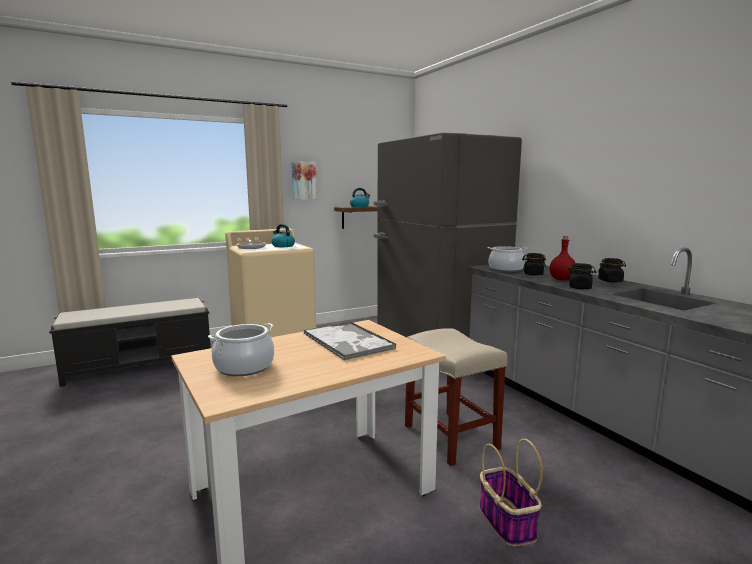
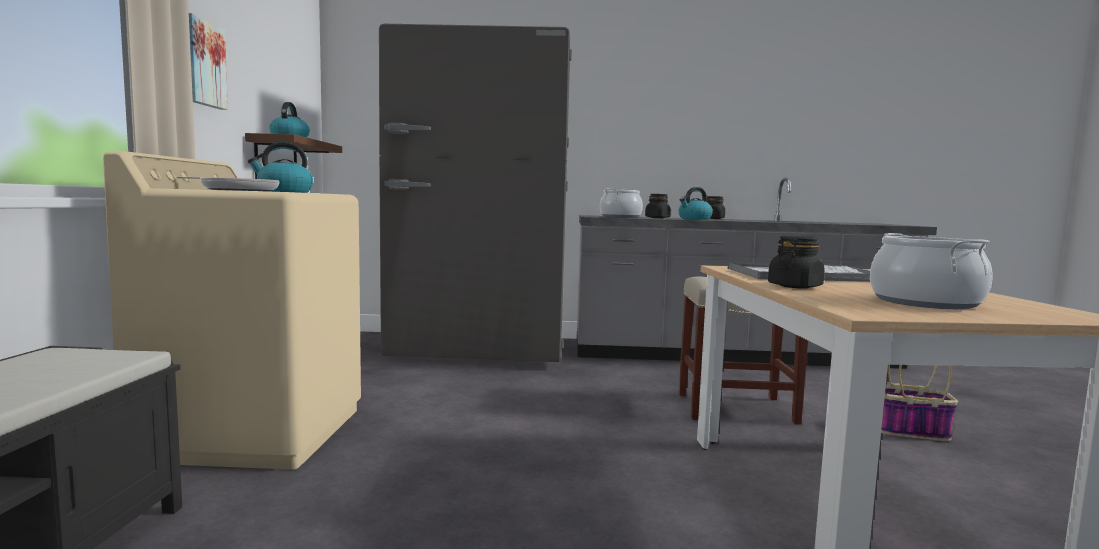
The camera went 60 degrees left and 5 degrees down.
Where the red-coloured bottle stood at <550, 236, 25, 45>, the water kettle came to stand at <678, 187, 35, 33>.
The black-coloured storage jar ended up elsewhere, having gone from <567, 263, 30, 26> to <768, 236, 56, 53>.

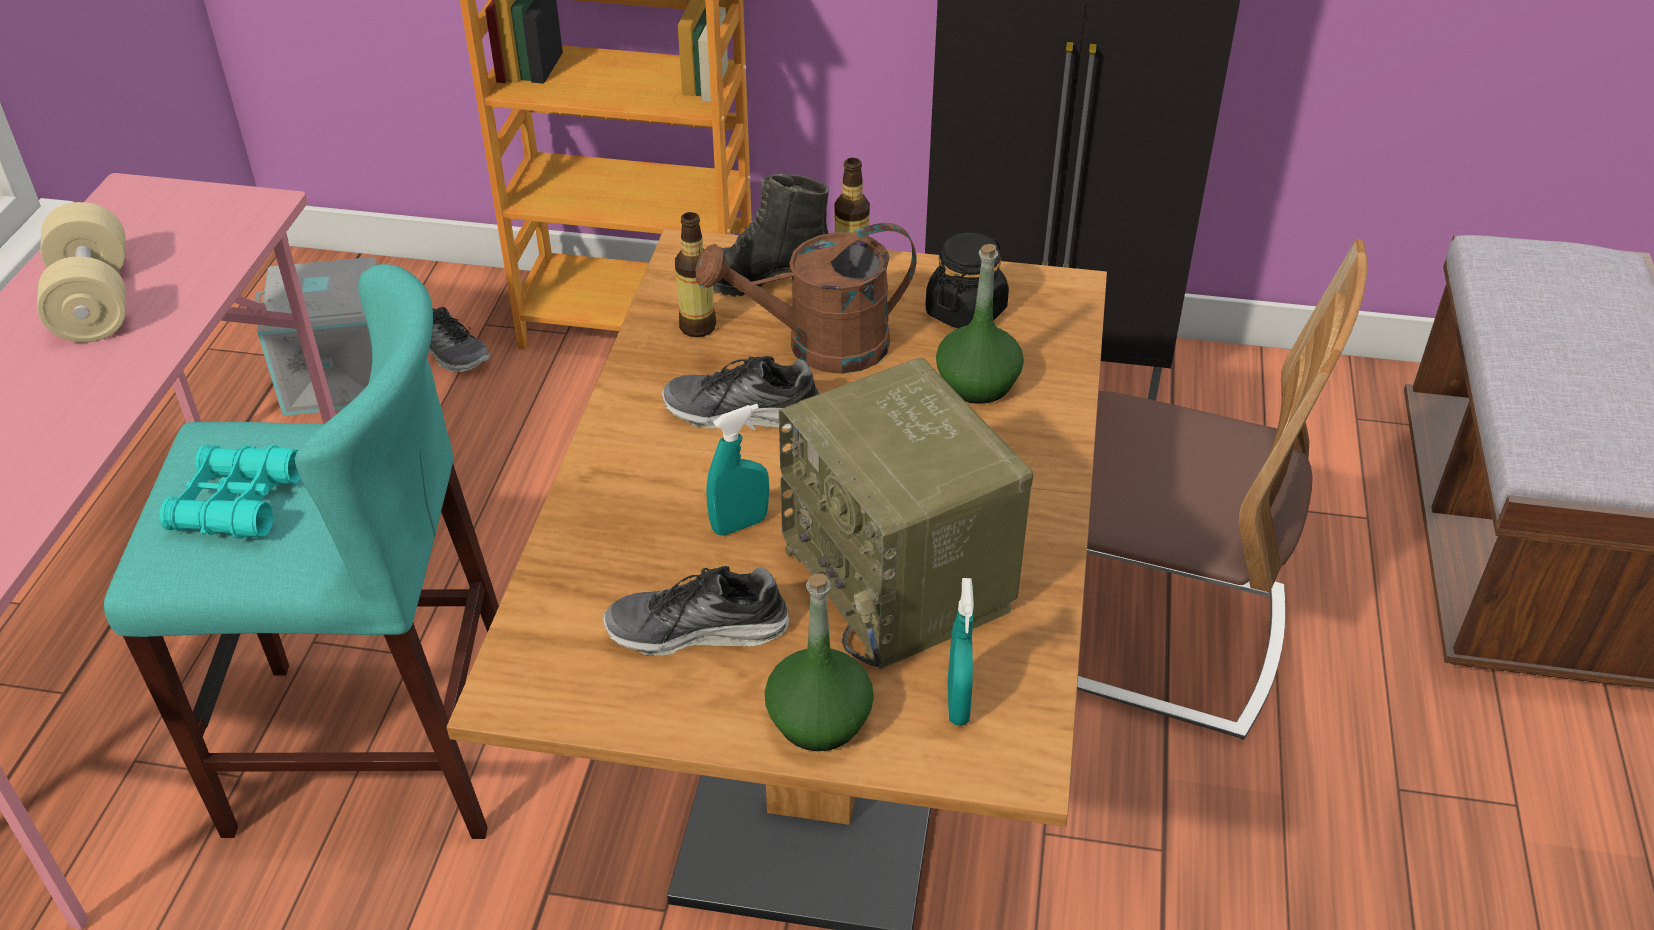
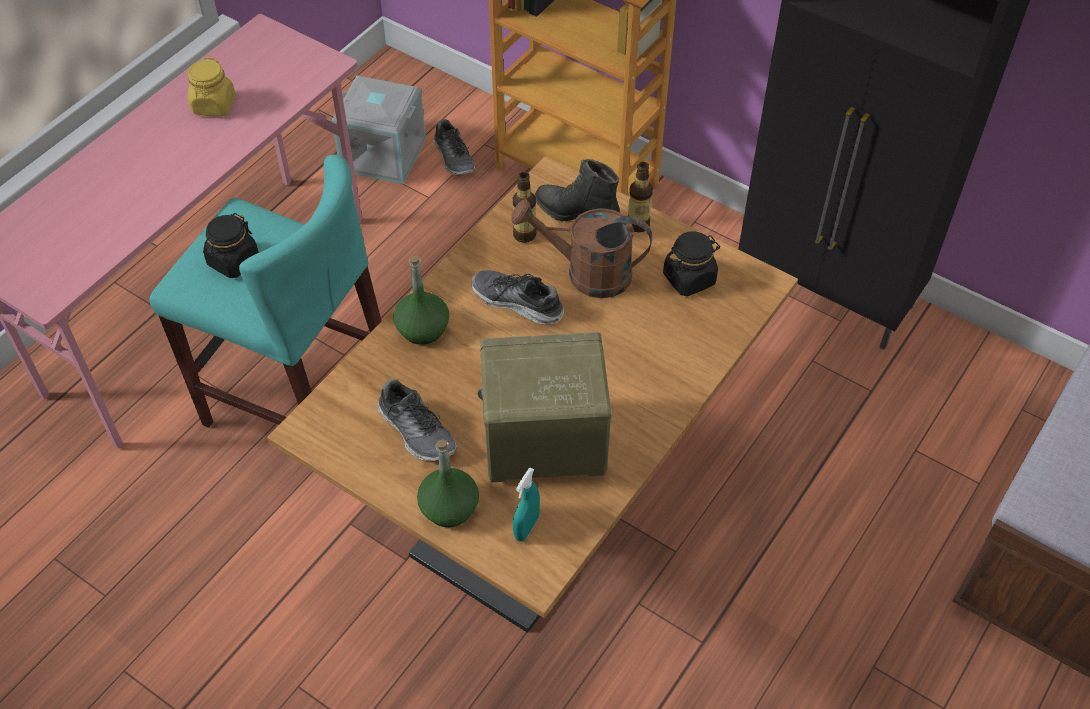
The camera went 25 degrees right and 10 degrees up.
Where the sand-coloured hand weight stood at <37, 202, 89, 141>, the yellowish storage jar came to stand at <188, 57, 47, 60>.
The second view lost the upright chair at <1077, 239, 290, 501>.
The greenish bottle ended up elsewhere, having gone from <936, 244, 88, 160> to <393, 256, 56, 89>.
The radio at <779, 358, 254, 312> ended up facing another way, 90 degrees clockwise from before.
The second view lost the blue-green spray bottle at <707, 404, 62, 132>.
Where the blue-green binoculars stood at <160, 445, 141, 94>, the black-coloured storage jar came to stand at <203, 213, 56, 65>.
The shoe at <603, 566, 186, 90> ended up facing another way, 150 degrees counterclockwise from before.

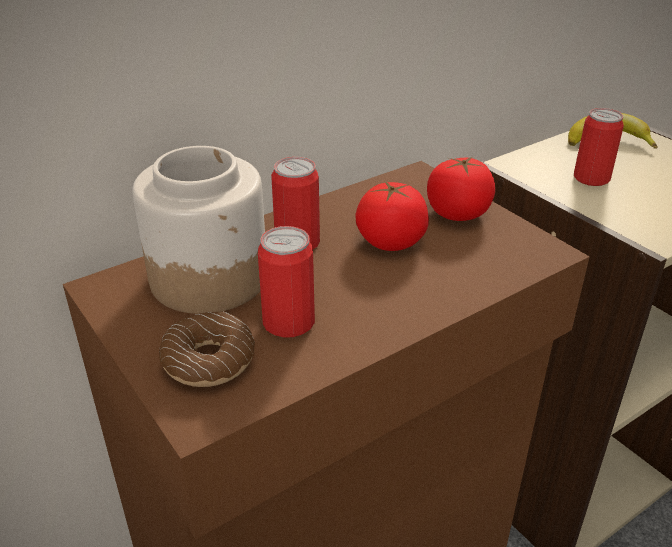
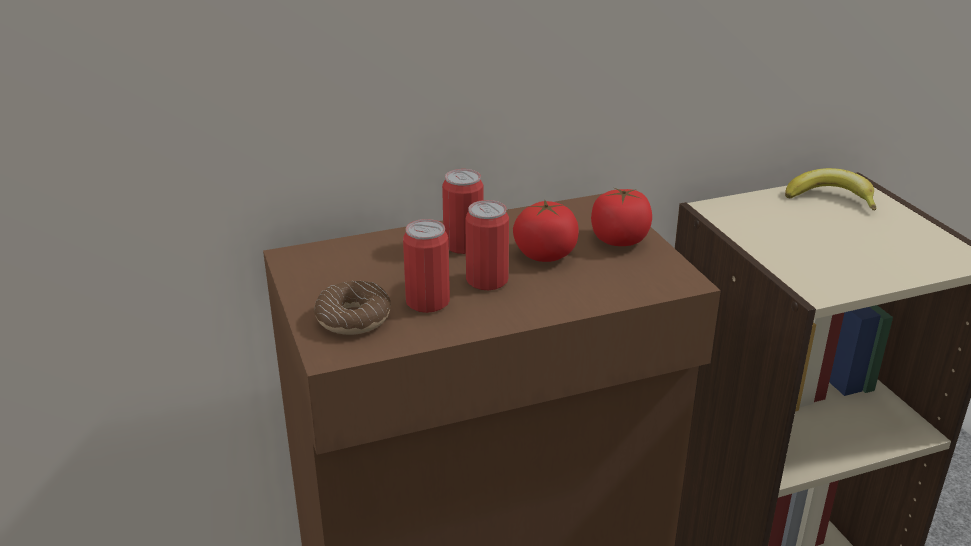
The camera went 15 degrees right and 5 degrees down.
The can ended up elsewhere, having gone from <574, 108, 50, 78> to <465, 200, 44, 90>.
The second view lost the storage jar at <132, 146, 133, 168>.

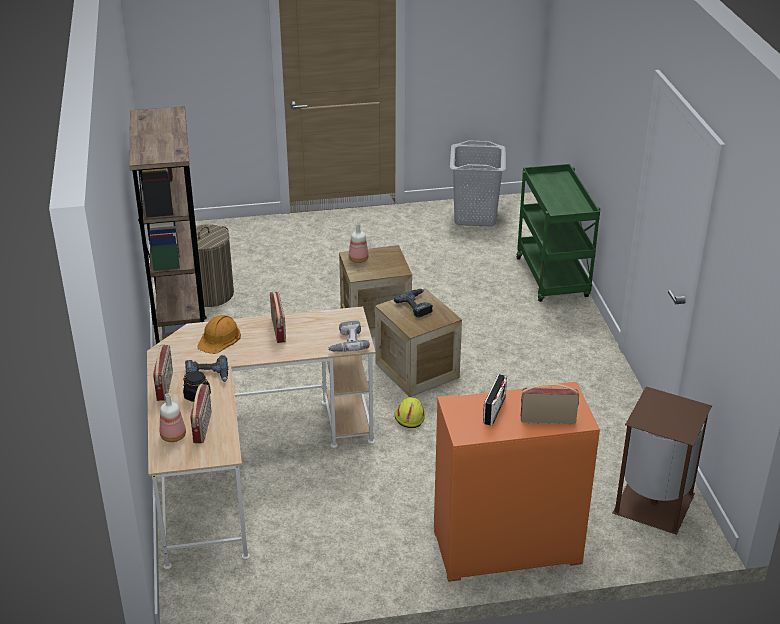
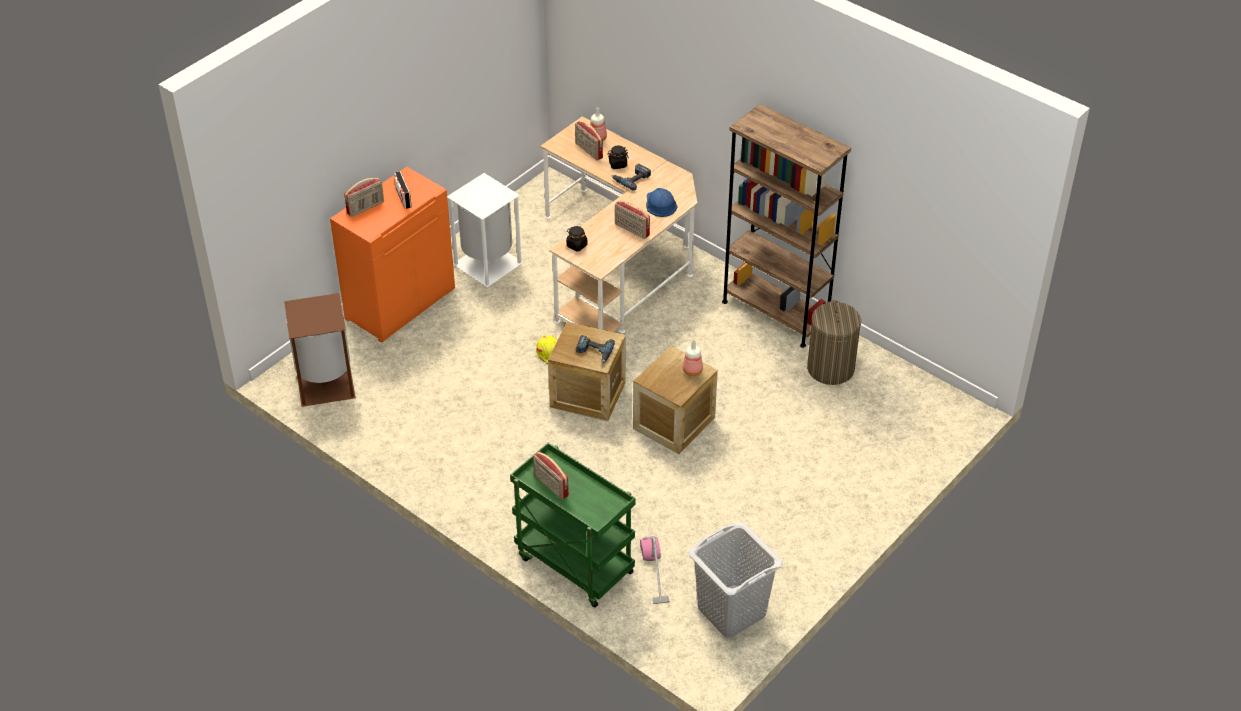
The camera went 140 degrees right and 10 degrees up.
What was the orange work helmet at <197, 315, 44, 39> turned into the bluish work helmet at <646, 188, 32, 29>.
Where the power drill stood at <328, 320, 42, 32>, the black-coloured storage jar came to stand at <566, 226, 22, 25>.
The radio ended up elsewhere, having gone from <153, 345, 20, 56> to <533, 452, 36, 48>.
The second view gained the white-coloured trash can at <447, 173, 76, 114>.
The second view gained the hoover at <640, 536, 29, 68>.

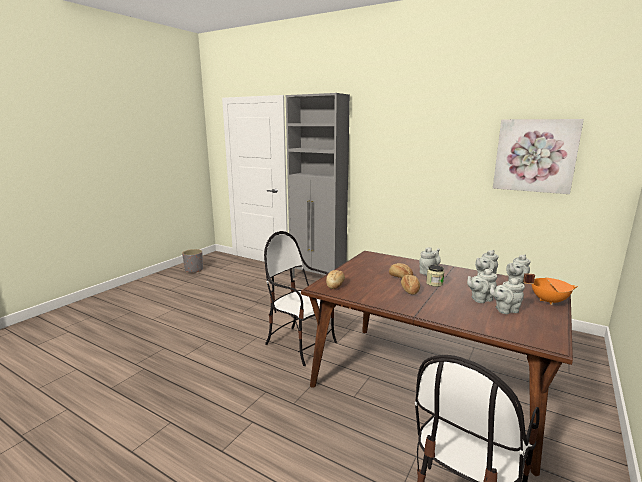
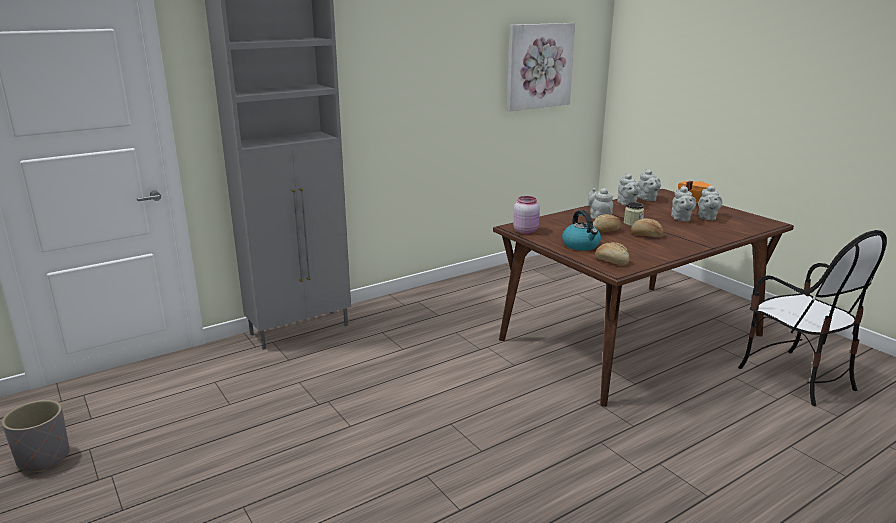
The camera went 65 degrees left and 5 degrees up.
The second view lost the upright chair at <264, 231, 73, 135>.
The second view gained the pinkish storage jar at <513, 196, 27, 38>.
The second view gained the water kettle at <562, 210, 39, 41>.

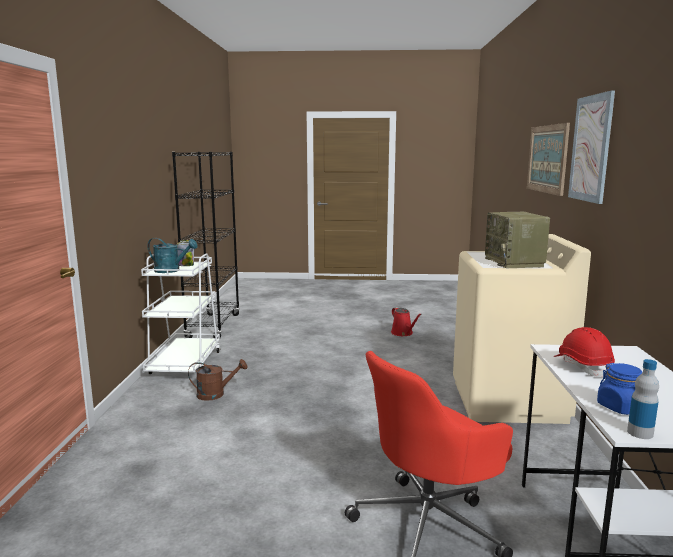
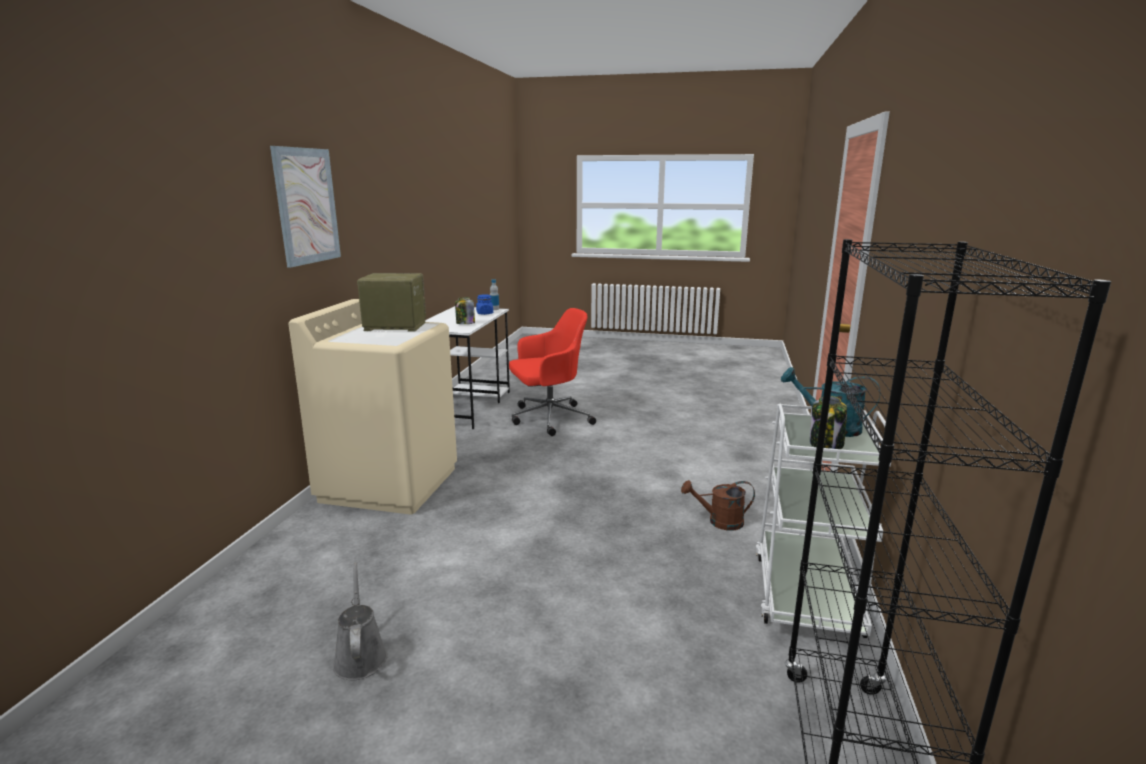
The camera went 170 degrees left and 5 degrees up.
The second view lost the wall picture at <527, 123, 43, 73>.
The radio at <485, 212, 65, 56> ended up facing another way, 90 degrees counterclockwise from before.
What was the red-coloured watering can at <391, 307, 31, 29> turned into the greyish watering can at <333, 562, 55, 119>.
Where the red-coloured work helmet stood at <554, 327, 61, 49>, the storage jar came to stand at <455, 297, 20, 27>.

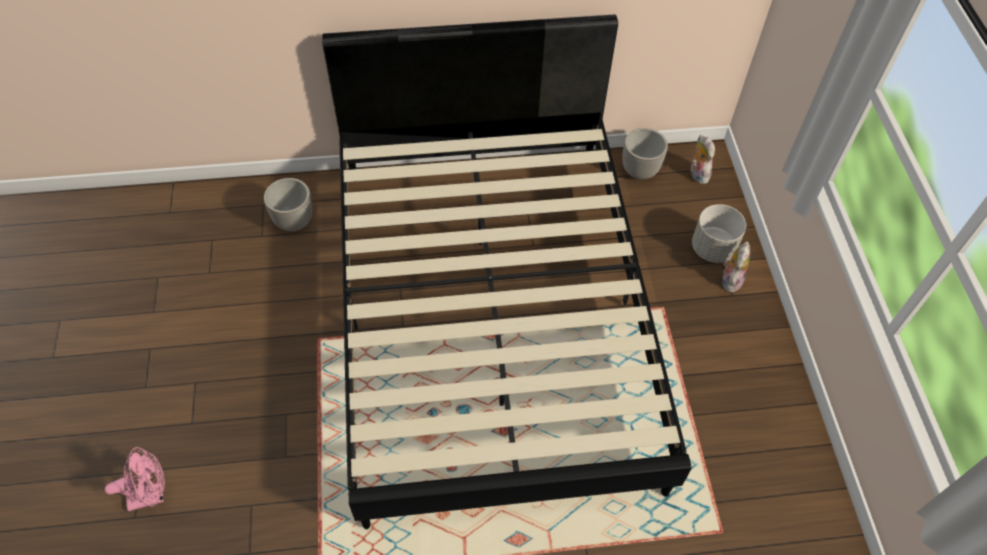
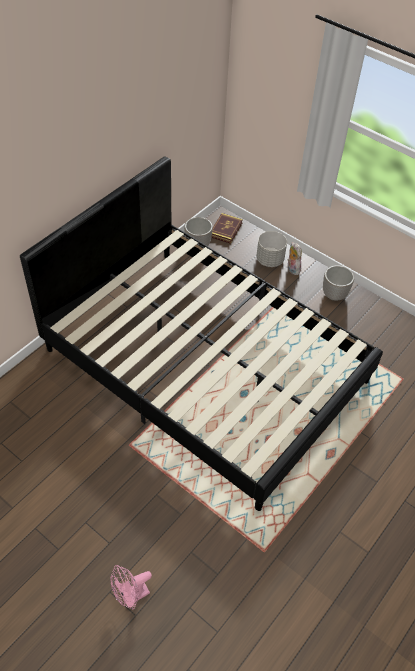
The camera went 45 degrees left and 5 degrees down.
Where the soft toy stood at <690, 135, 25, 49>, the volume came to stand at <211, 213, 32, 31>.
The flower pot ended up elsewhere, having gone from <264, 178, 48, 53> to <323, 265, 31, 36>.
The pinkish fan at <105, 447, 60, 64> ended up facing another way, 150 degrees counterclockwise from before.

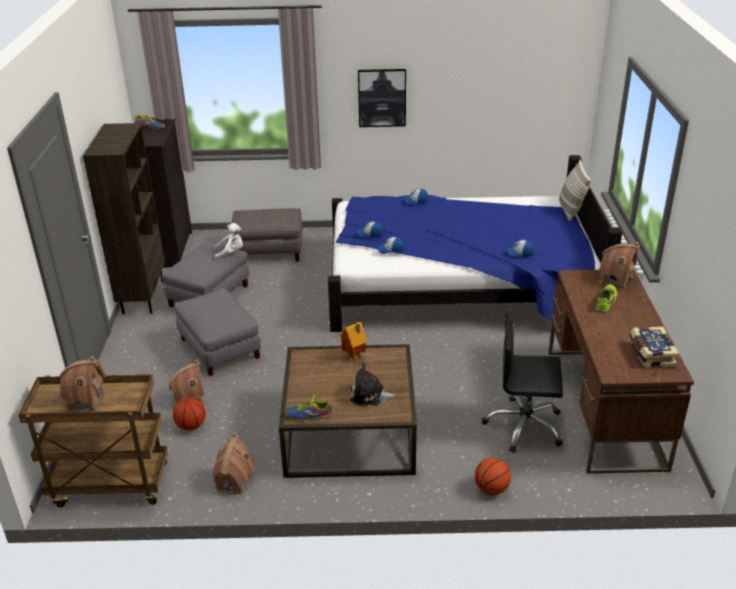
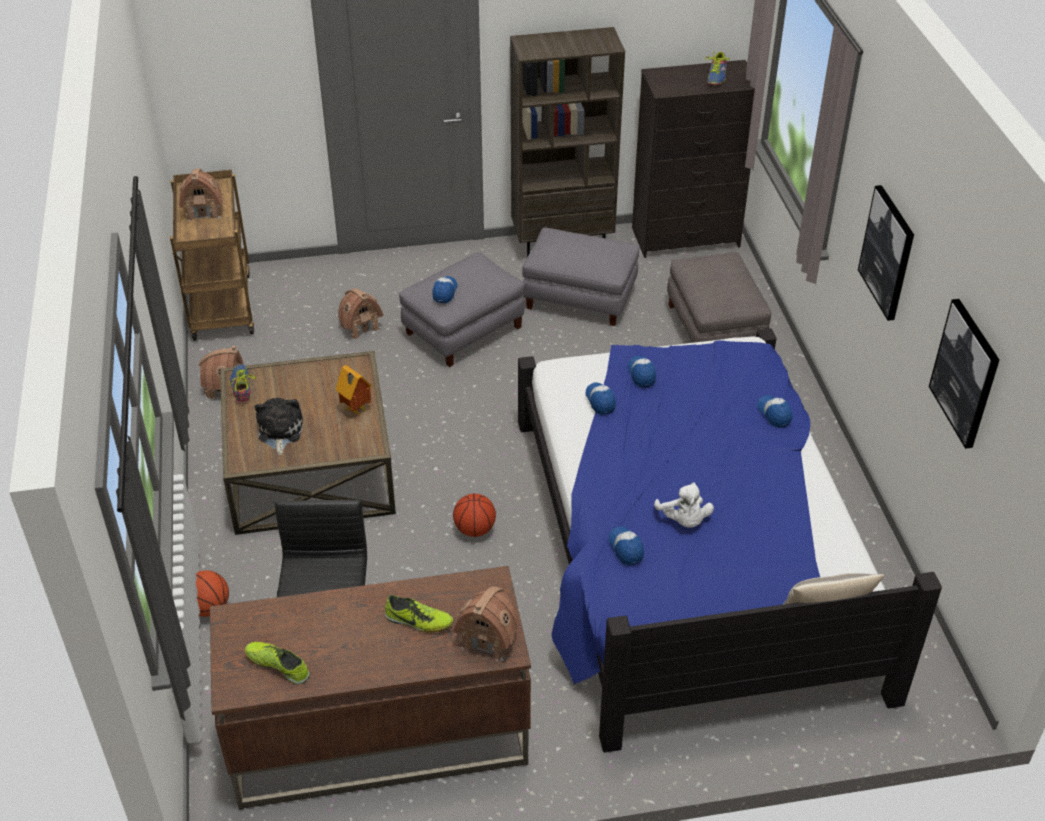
The camera went 80 degrees right and 10 degrees up.
The white-coloured soft toy ended up elsewhere, having gone from <214, 223, 29, 37> to <654, 482, 60, 46>.
Where the volume stood at <629, 327, 50, 41>, the shoe came to stand at <245, 642, 65, 43>.
The basketball ball ended up elsewhere, having gone from <173, 397, 33, 33> to <453, 493, 43, 44>.
The second view gained the peaked cap at <432, 276, 25, 27>.
The second view gained the wall picture at <929, 299, 70, 150>.

